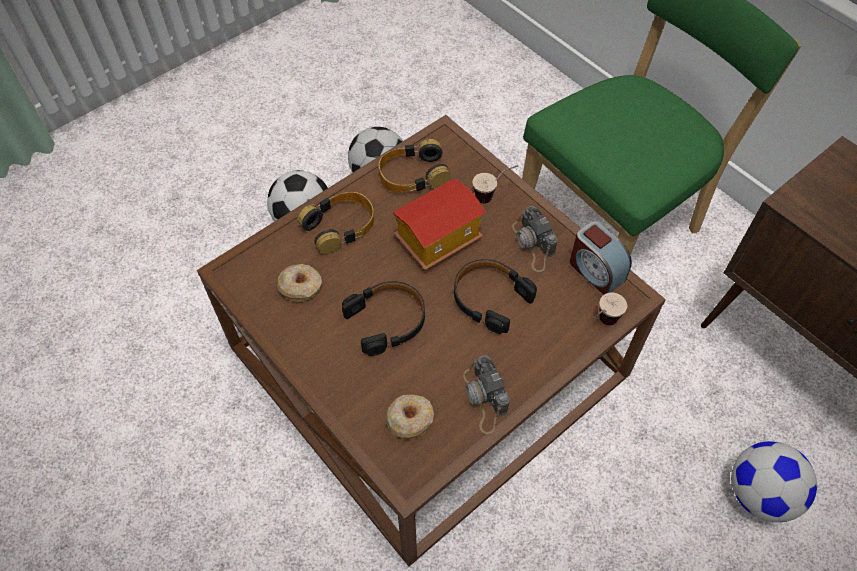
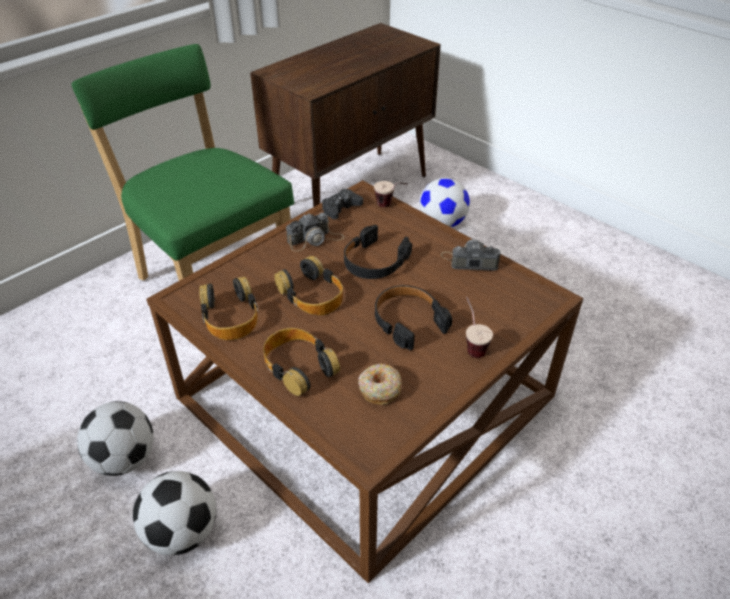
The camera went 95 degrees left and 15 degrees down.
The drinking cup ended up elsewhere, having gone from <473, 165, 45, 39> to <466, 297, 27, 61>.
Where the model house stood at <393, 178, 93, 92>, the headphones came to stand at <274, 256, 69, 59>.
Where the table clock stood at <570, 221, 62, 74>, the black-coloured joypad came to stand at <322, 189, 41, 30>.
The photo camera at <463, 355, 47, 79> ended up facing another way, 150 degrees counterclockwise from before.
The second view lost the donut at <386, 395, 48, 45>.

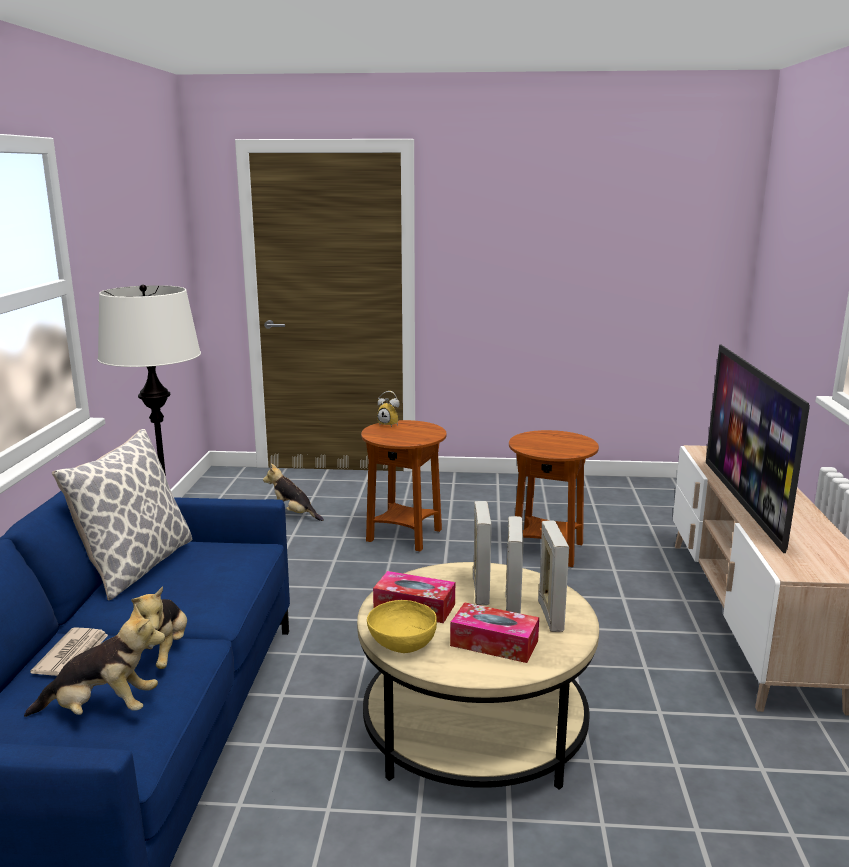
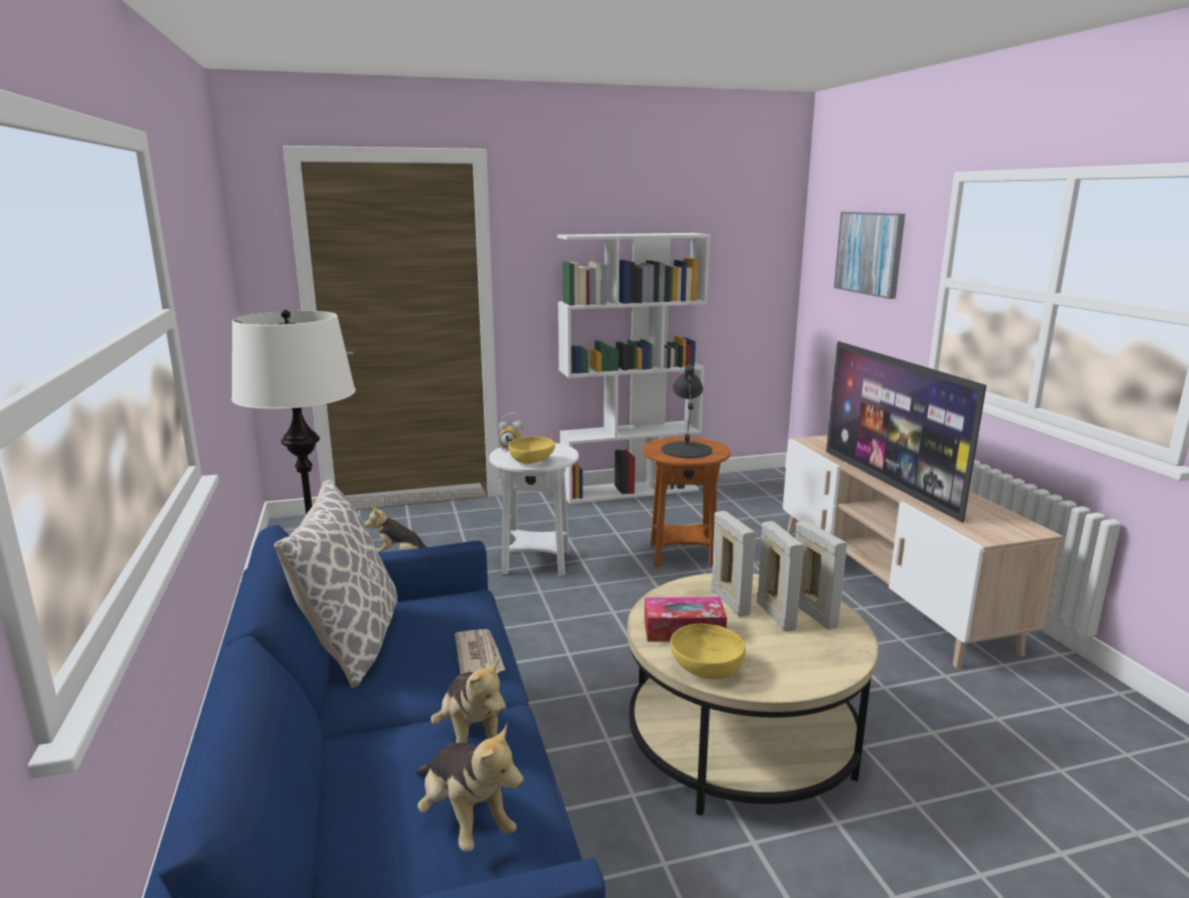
The camera went 20 degrees left and 0 degrees up.
What was the brown-coloured end table at <361, 420, 86, 132> turned into the white-coloured end table at <489, 443, 90, 133>.
The second view lost the tissue holder at <450, 602, 89, 61>.
The soft toy at <24, 604, 141, 113> ended up facing another way, 75 degrees clockwise from before.
The daily paper ended up elsewhere, having gone from <30, 627, 78, 49> to <455, 629, 51, 45>.
The second view gained the wall picture at <834, 212, 71, 87>.
The second view gained the white-coloured shelving unit at <557, 233, 153, 271>.
The second view gained the black-coloured tabletop lamp at <661, 364, 51, 94>.
The second view gained the yellowish bowl at <509, 437, 46, 27>.

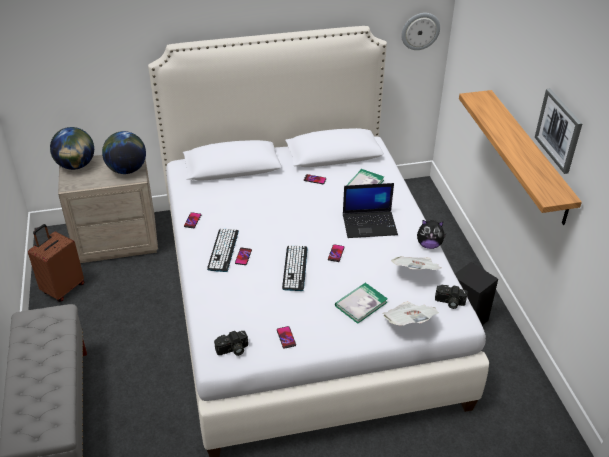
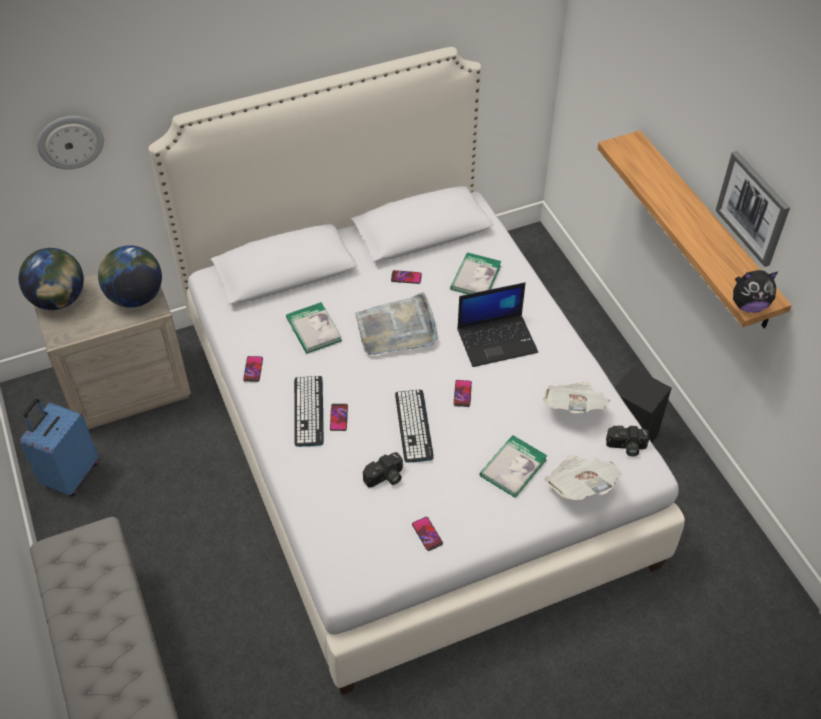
The camera went 10 degrees left and 10 degrees up.
The hanging clock ended up elsewhere, having gone from <401, 13, 39, 37> to <37, 116, 67, 54>.
The soft toy ended up elsewhere, having gone from <417, 220, 30, 29> to <733, 270, 45, 43>.
What was the brown-coloured suitcase at <28, 224, 57, 78> turned into the bluish suitcase at <20, 399, 79, 97>.
The photo camera ended up elsewhere, having gone from <214, 331, 34, 25> to <363, 452, 40, 36>.
The second view gained the greyish serving tray at <355, 292, 83, 63>.
The second view gained the volume at <286, 302, 56, 52>.

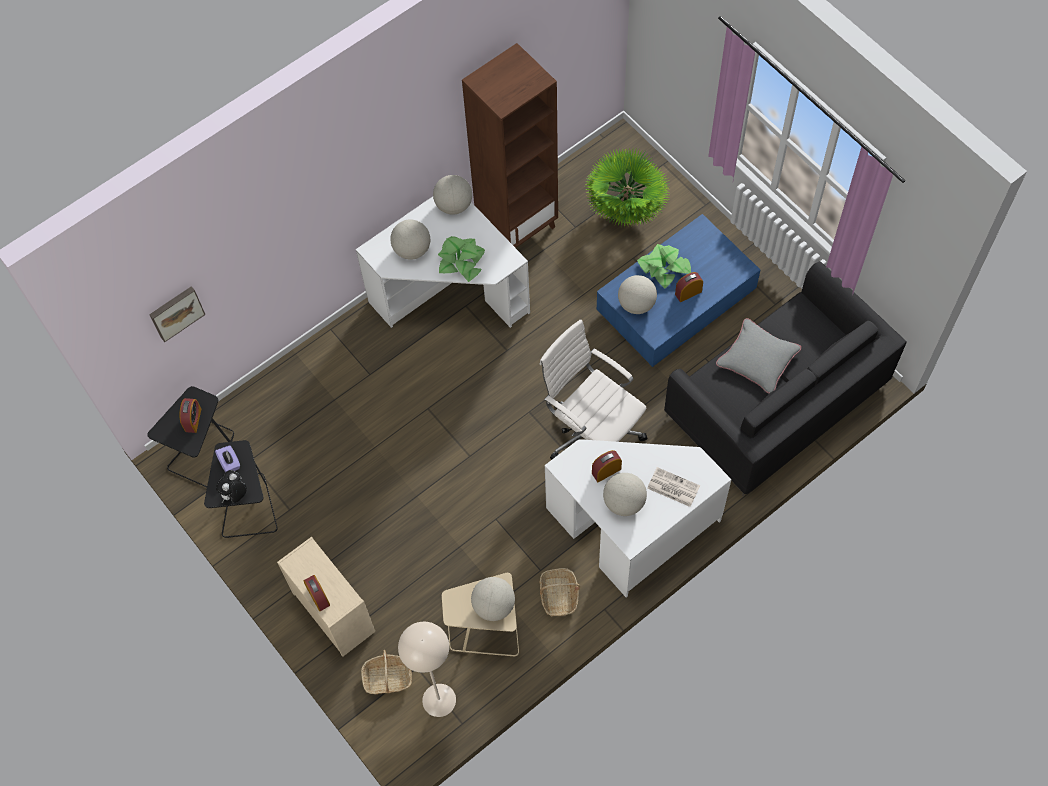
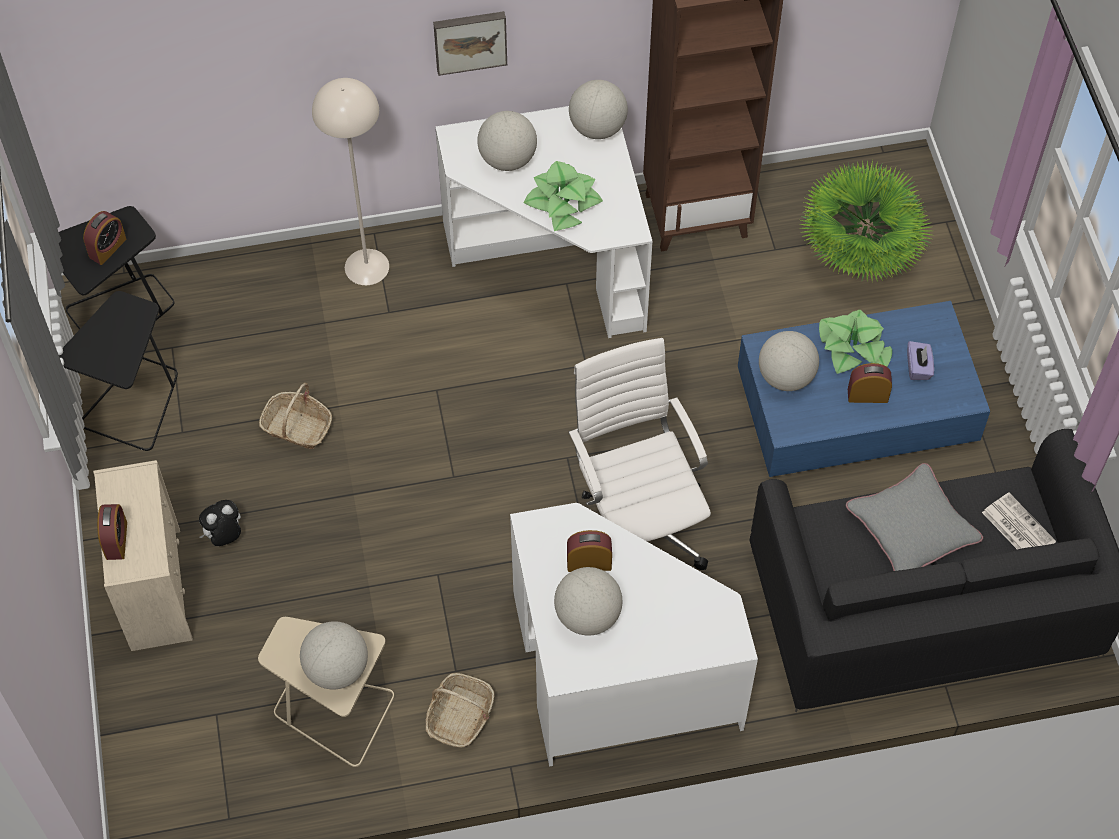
The camera went 25 degrees right and 5 degrees down.
The wall picture ended up elsewhere, having gone from <149, 286, 57, 56> to <433, 11, 74, 65>.
The purple tissue holder ended up elsewhere, having gone from <215, 445, 25, 27> to <907, 341, 27, 39>.
The daily paper ended up elsewhere, having gone from <647, 467, 53, 40> to <982, 493, 74, 56>.
The soft toy ended up elsewhere, having gone from <216, 470, 31, 33> to <199, 500, 42, 46>.
The sand-coloured floor lamp ended up elsewhere, having gone from <398, 622, 58, 95> to <312, 78, 77, 207>.
The basket ended up elsewhere, having gone from <361, 650, 51, 44> to <259, 383, 73, 66>.

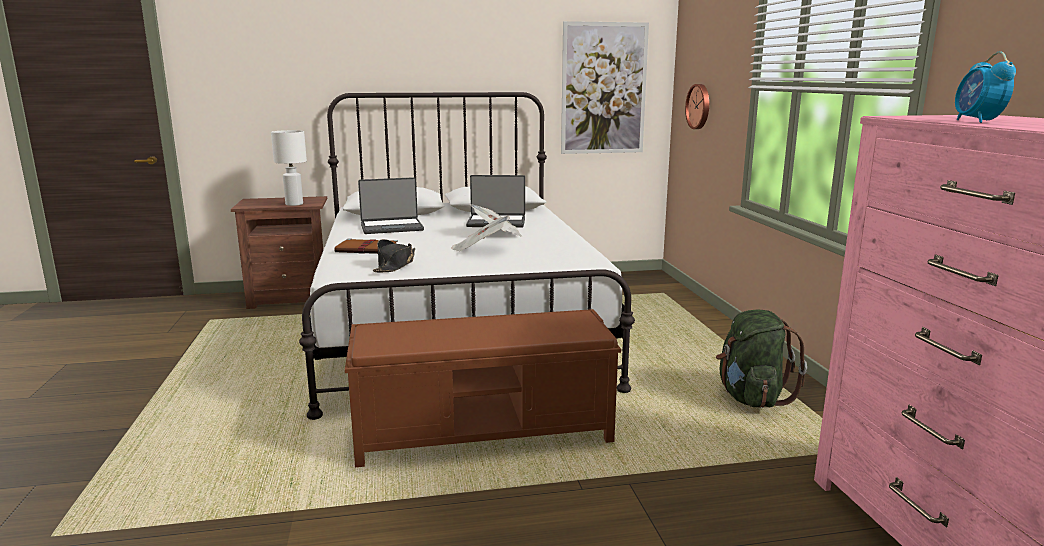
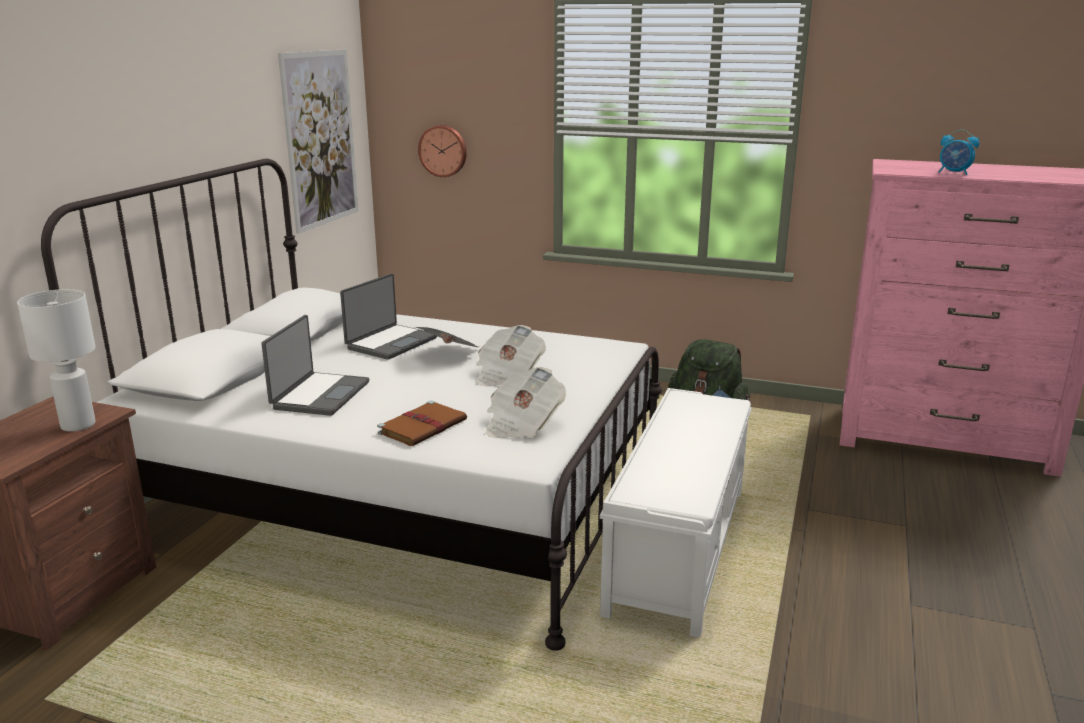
The camera went 60 degrees left and 5 degrees up.
Where the black-coloured hat stood at <373, 239, 42, 33>, the daily paper came to stand at <486, 367, 80, 71>.
What was the brown-coloured long seat at <345, 309, 276, 158> turned into the white-coloured long seat at <600, 388, 152, 250>.

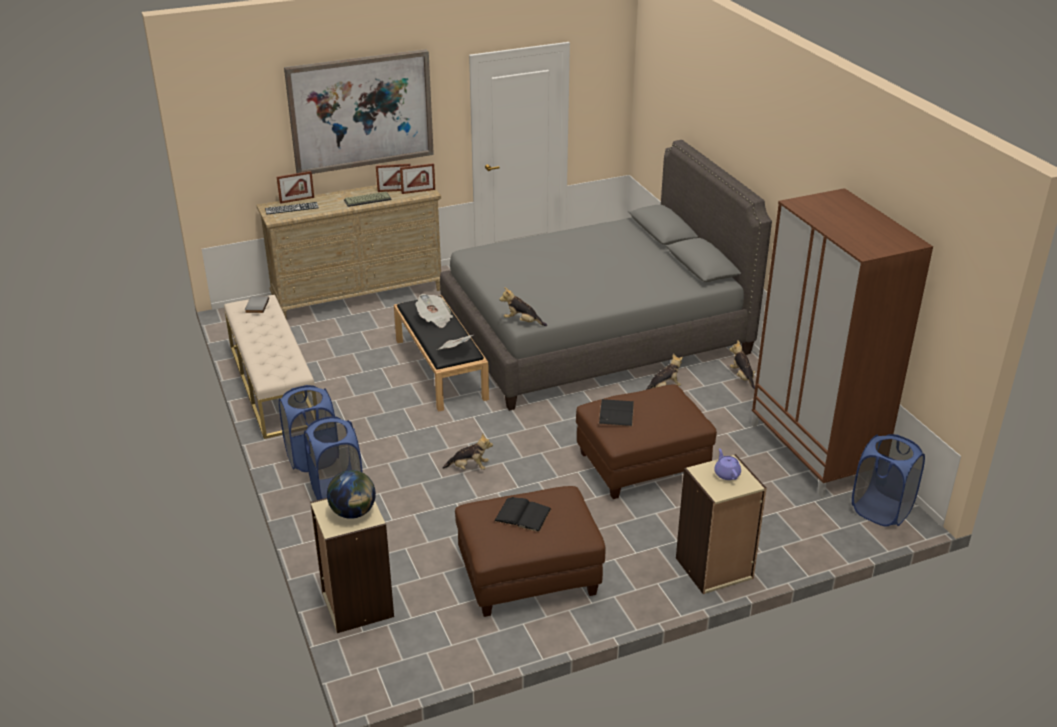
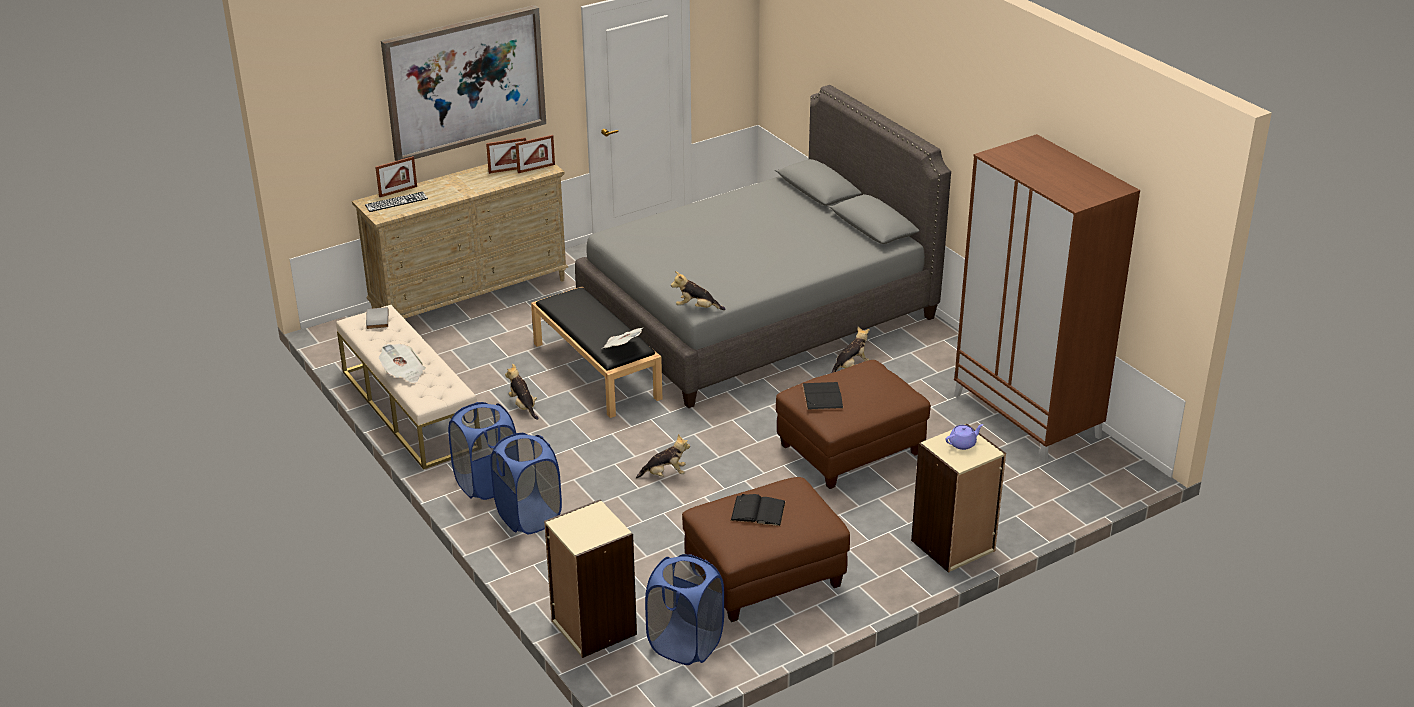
The camera went 10 degrees left and 0 degrees up.
The second view lost the keyboard at <344, 191, 48, 16>.
The daily paper ended up elsewhere, having gone from <415, 294, 38, 34> to <379, 344, 47, 39>.
The soft toy ended up elsewhere, having gone from <730, 340, 25, 49> to <505, 364, 34, 56>.
The bluish hamper ended up elsewhere, having gone from <852, 434, 73, 93> to <645, 554, 79, 111>.
The purple teapot at <714, 448, 27, 32> ended up facing another way, 90 degrees clockwise from before.
The second view lost the globe at <327, 470, 49, 49>.

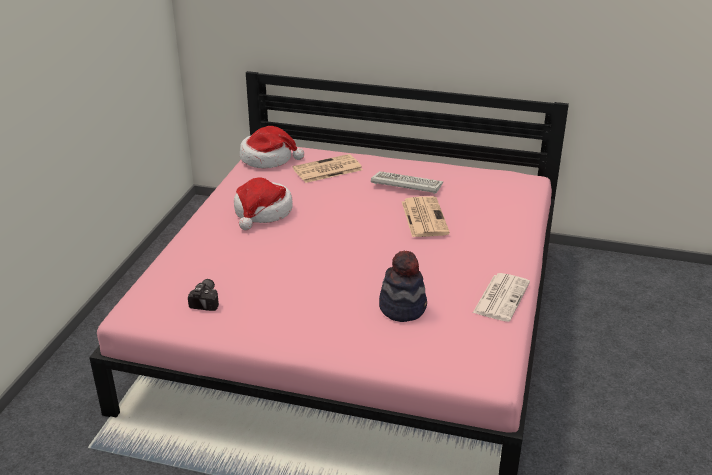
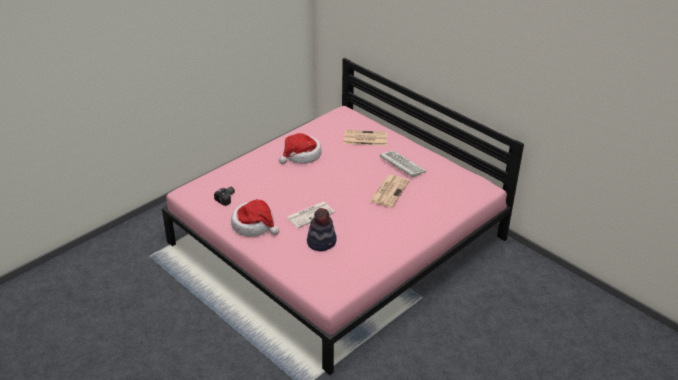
The camera went 30 degrees right and 5 degrees up.
The hat ended up elsewhere, having gone from <240, 126, 64, 42> to <231, 199, 49, 38>.
The daily paper ended up elsewhere, having gone from <473, 273, 57, 49> to <286, 202, 49, 26>.

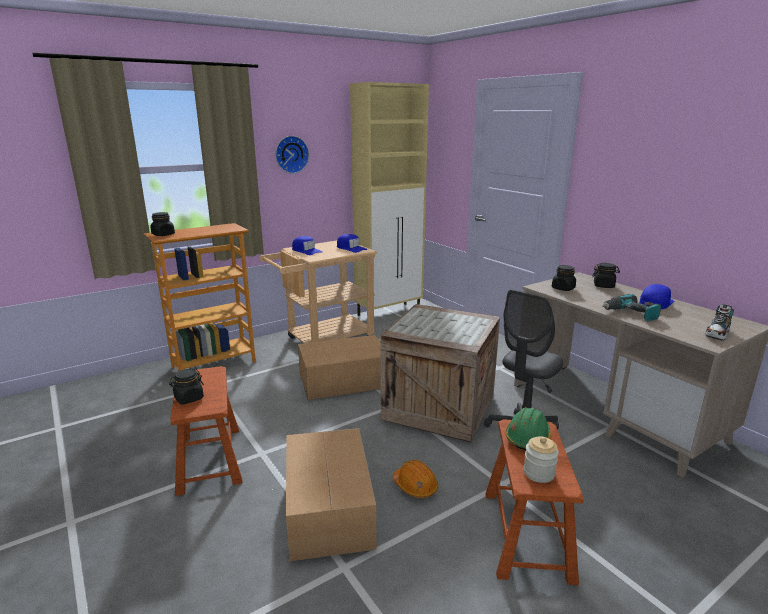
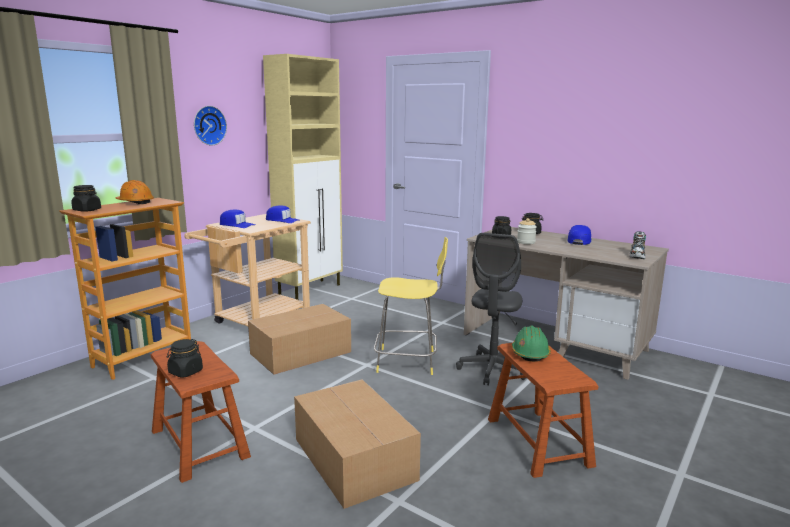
The camera went 20 degrees left and 5 degrees down.
The second view lost the power drill at <602, 294, 59, 28>.
Where the shipping crate stood at <380, 304, 120, 138>, the yellowish stool came to stand at <374, 237, 74, 138>.
The storage jar ended up elsewhere, having gone from <523, 436, 36, 47> to <517, 218, 20, 26>.
The orange work helmet ended up elsewhere, having gone from <393, 460, 45, 38> to <115, 180, 39, 24>.

